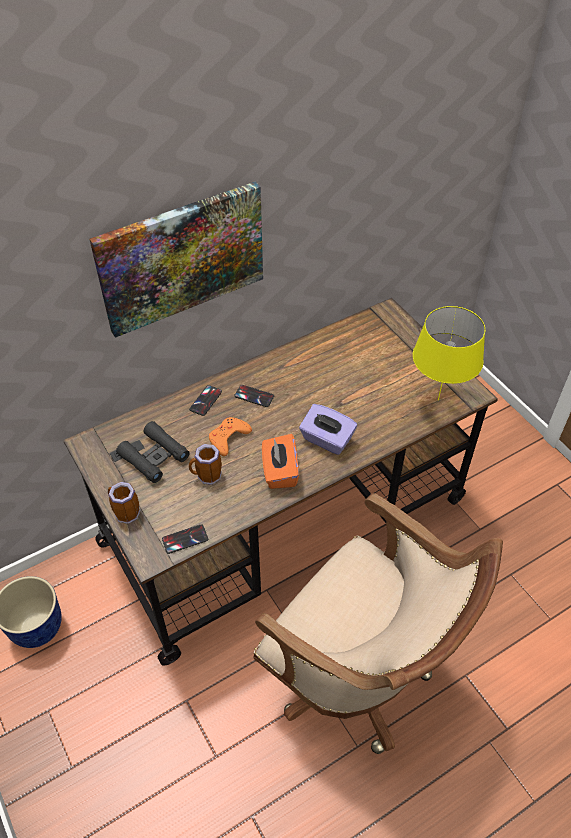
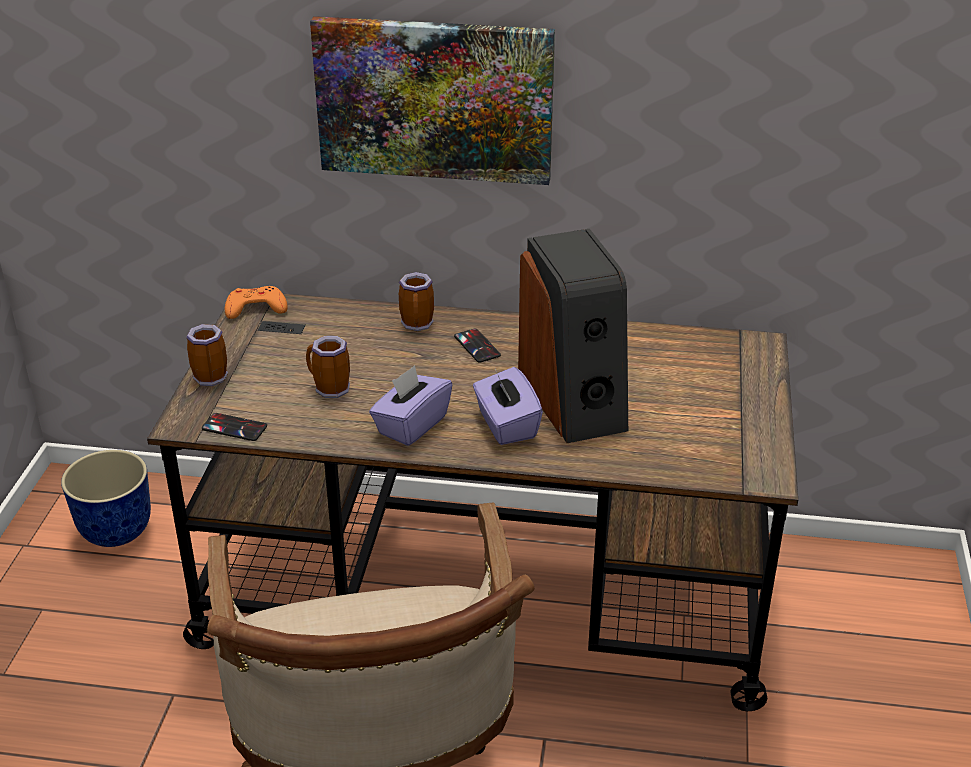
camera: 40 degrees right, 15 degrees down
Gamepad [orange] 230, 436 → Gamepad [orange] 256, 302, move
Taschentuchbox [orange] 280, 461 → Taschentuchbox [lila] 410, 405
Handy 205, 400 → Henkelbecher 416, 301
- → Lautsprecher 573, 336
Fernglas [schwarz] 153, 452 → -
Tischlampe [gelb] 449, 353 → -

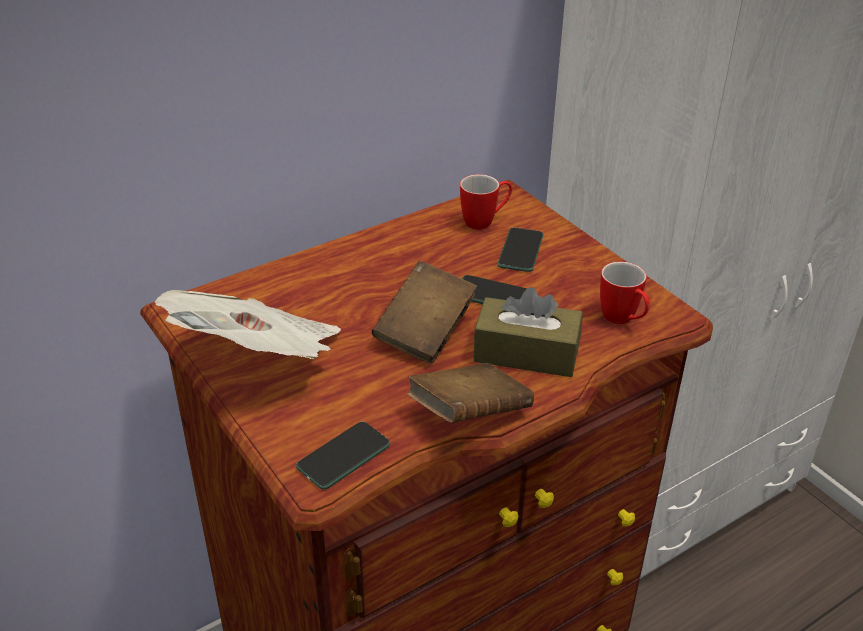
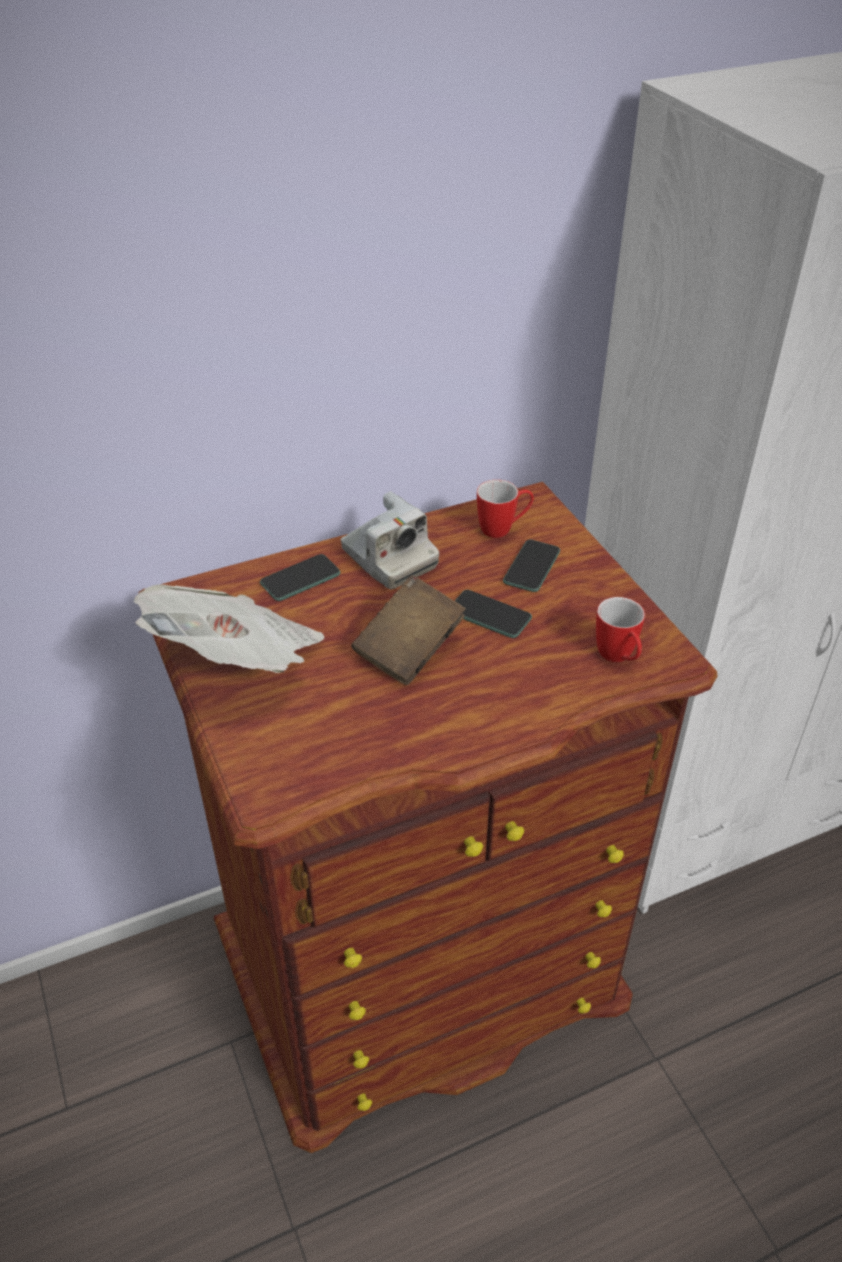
camera: 10 degrees right, 5 degrees up
Handy 343, 455 → Handy 300, 577, move
- → Kamera 390, 541
Buch [braun] 470, 393 → -
Taschentuchbox [braun] 528, 332 → -

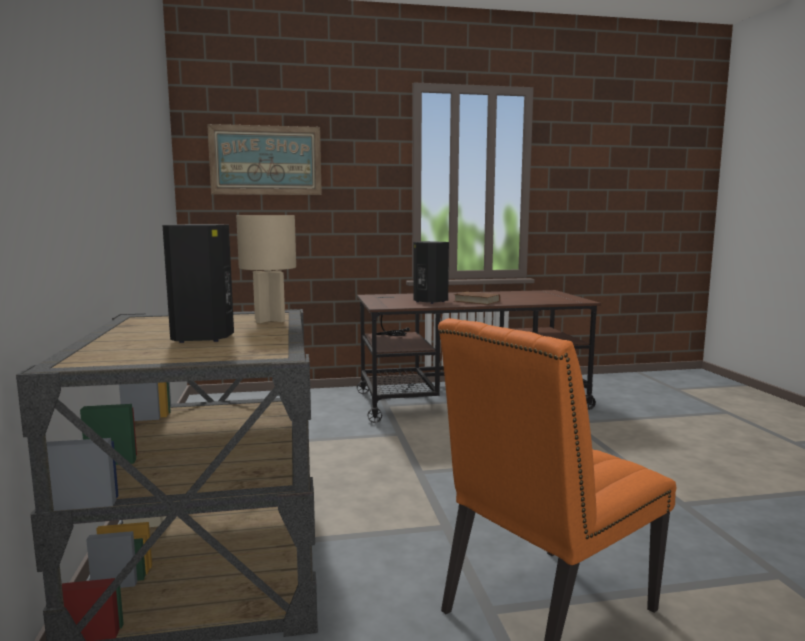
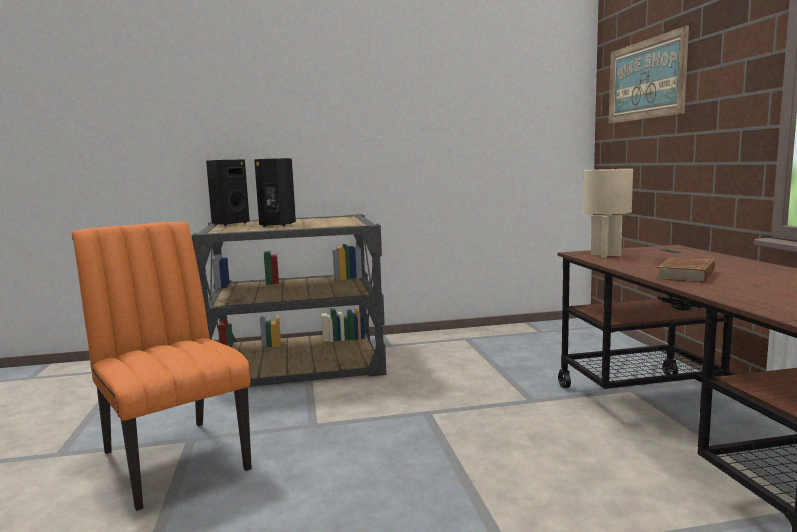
camera: 90 degrees right, 0 degrees up
Lautsprecher [schwarz] 431, 272 → Lautsprecher [schwarz] 228, 192, move
Tischlampe [beige] 266, 269 → Tischlampe [beige] 608, 213, move

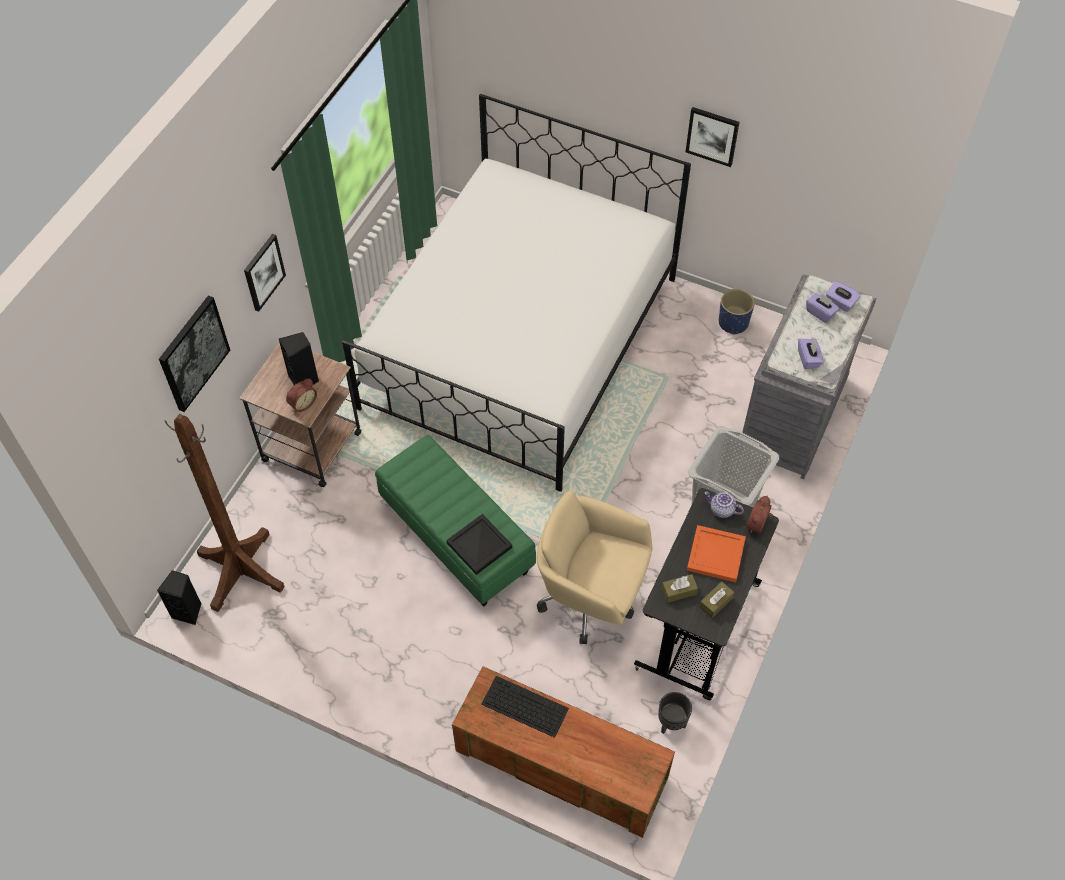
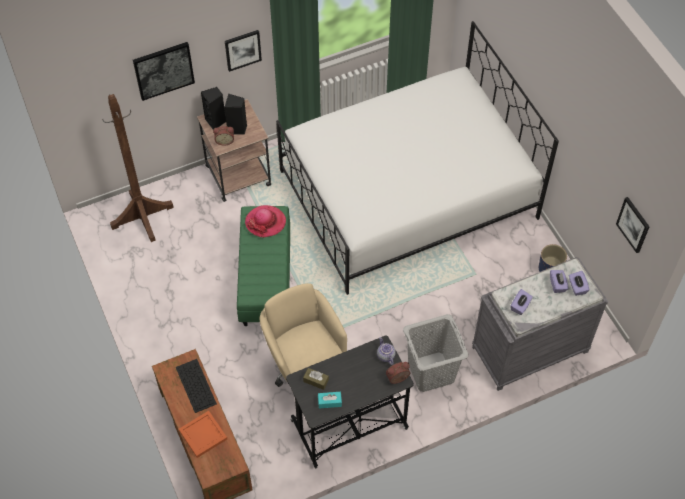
camera: 40 degrees right, 0 degrees up
Tablett [orange] 716, 553 → Tablett [orange] 203, 434, move
Lautsprecher [schwarz] 179, 597 → Lautsprecher [schwarz] 213, 108, move
- → Hut 265, 221
Taschentuchbox [braun] 716, 599 → Taschentuchbox [türkis] 330, 400
Bild 713, 137 → Bild 633, 225, move
Tablett [schwarz] 479, 544 → -
Pflanzkübel [schwarz] 675, 713 → -

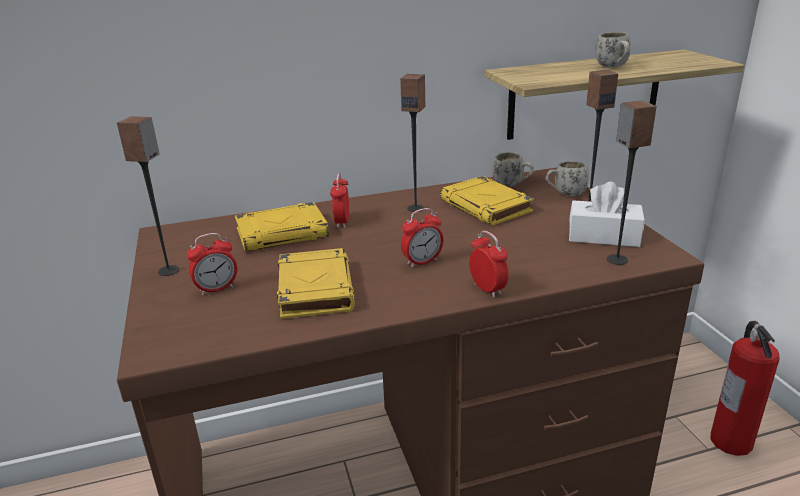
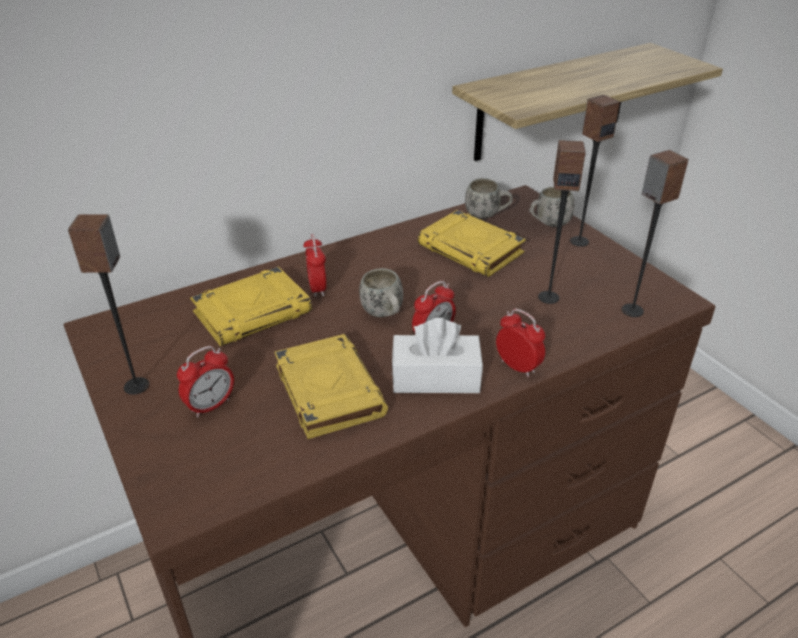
camera: 15 degrees left, 10 degrees up
Henkelbecher [weiß] 613, 50 → Henkelbecher [weiß] 381, 292, move
Taschentuchbox [weiß] 607, 214 → Taschentuchbox [weiß] 437, 355, move
Lautsprecher 412, 143 → Lautsprecher 562, 222, move
Feuerlöscher 745, 388 → -

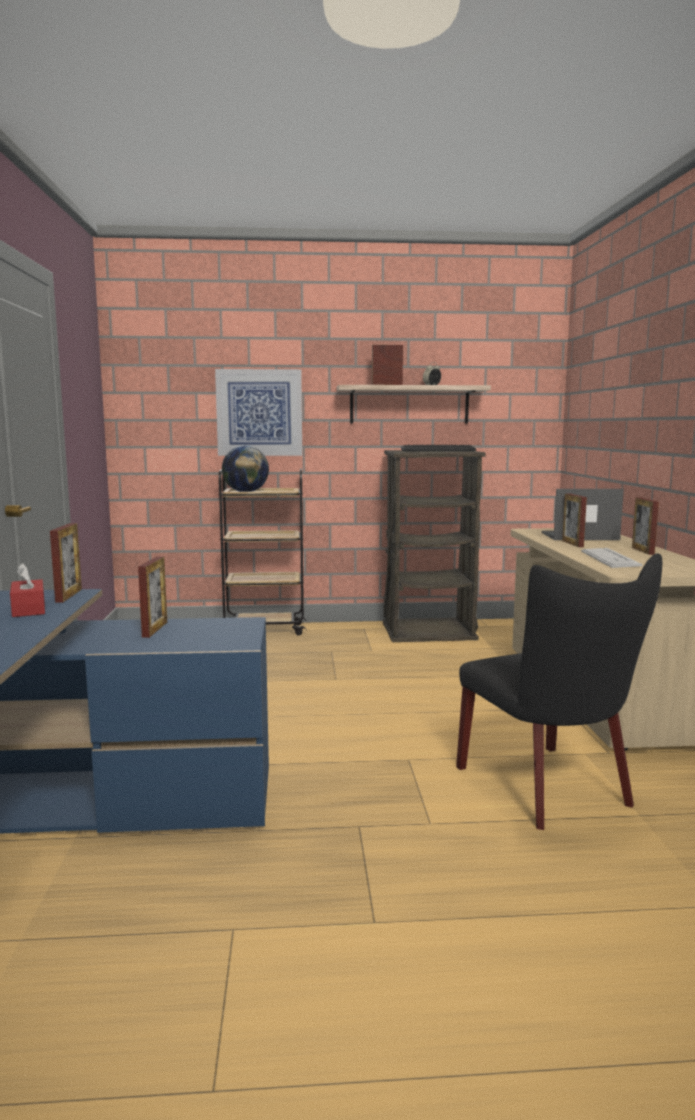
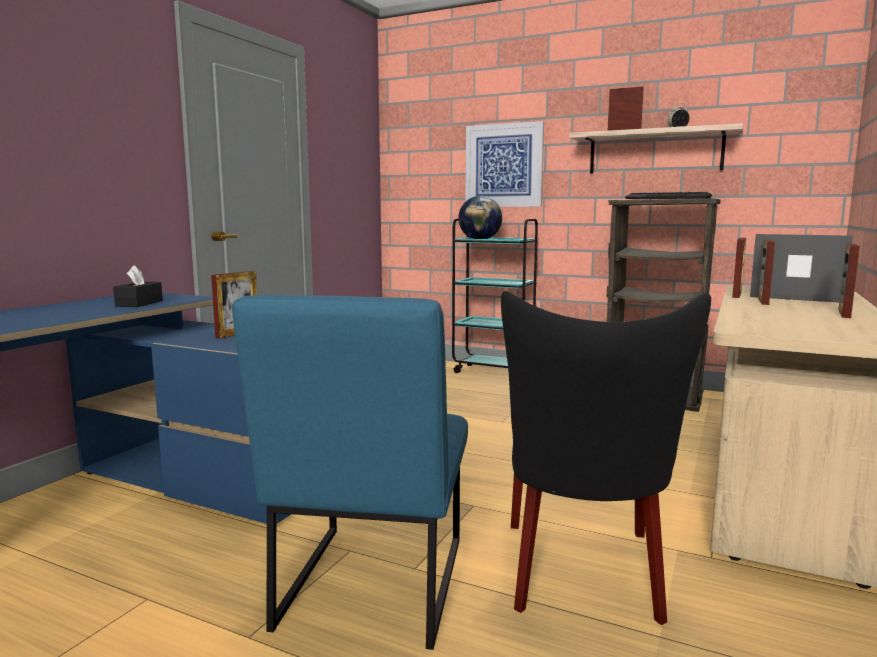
camera: 30 degrees right, 0 degrees up
Taschentuchbox [rot] 27, 590 → Taschentuchbox [schwarz] 138, 286
- → Stuhl [blau] 350, 472
Rollwagen [braun] 263, 552 → Rollwagen [türkis] 495, 296
Bilderrahmen 66, 563 → Bilderrahmen 739, 268, move
Tastatur 611, 558 → -

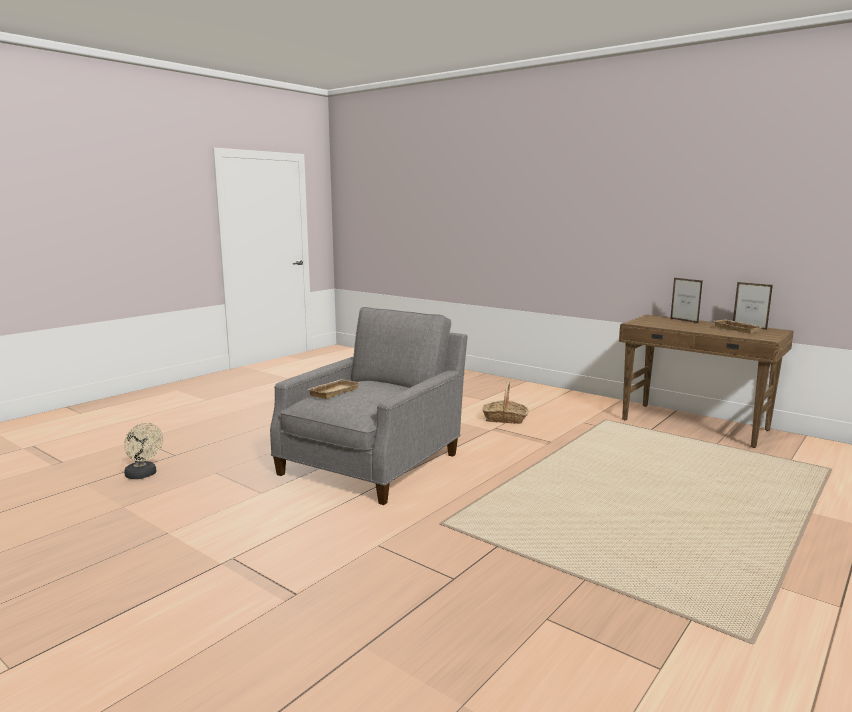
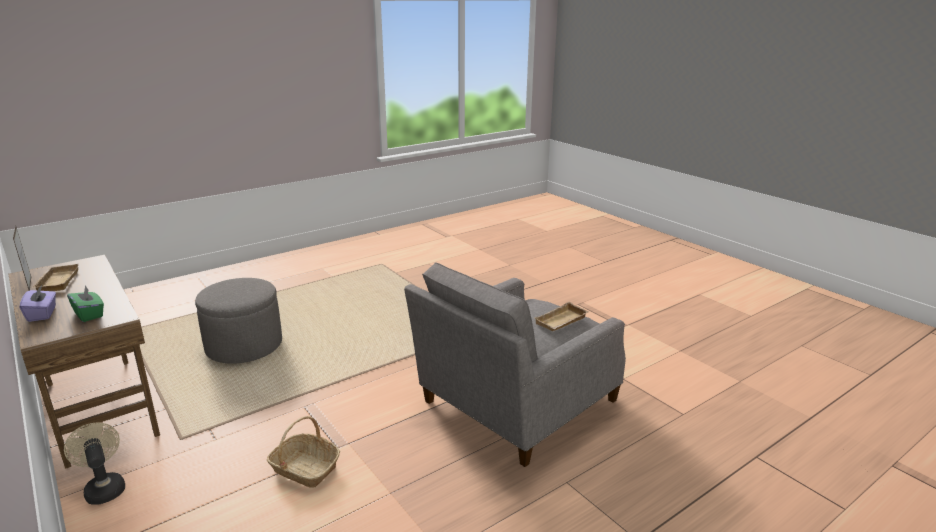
camera: 165 degrees left, 10 degrees up
Bilderrahmen 686, 300 → Taschentuchbox [lila] 38, 303
Ventilator [beige] 143, 451 → Ventilator [beige] 94, 463, move
- → Taschentuchbox [grün] 85, 303
- → Polsterhocker [grau] 238, 321

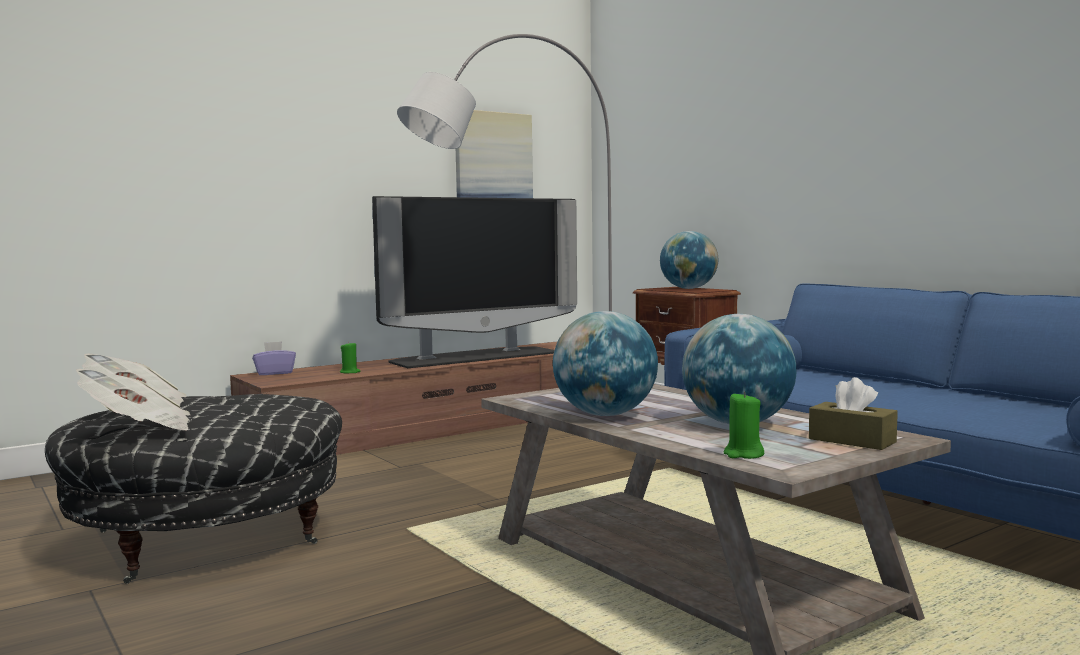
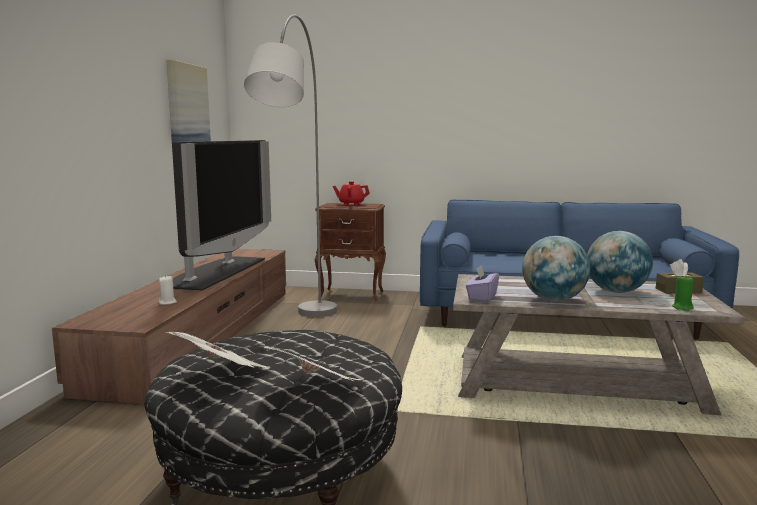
camera: 45 degrees left, 5 degrees up
Kerze [grün] 350, 357 → Kerze [weiß] 168, 290
Globus 689, 260 → Teekanne [rot] 351, 193
Taschentuchbox [lila] 274, 358 → Taschentuchbox [lila] 482, 283, move

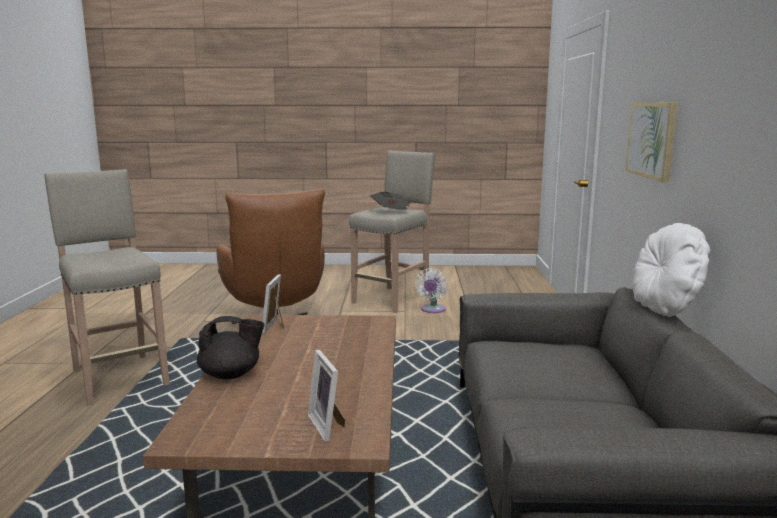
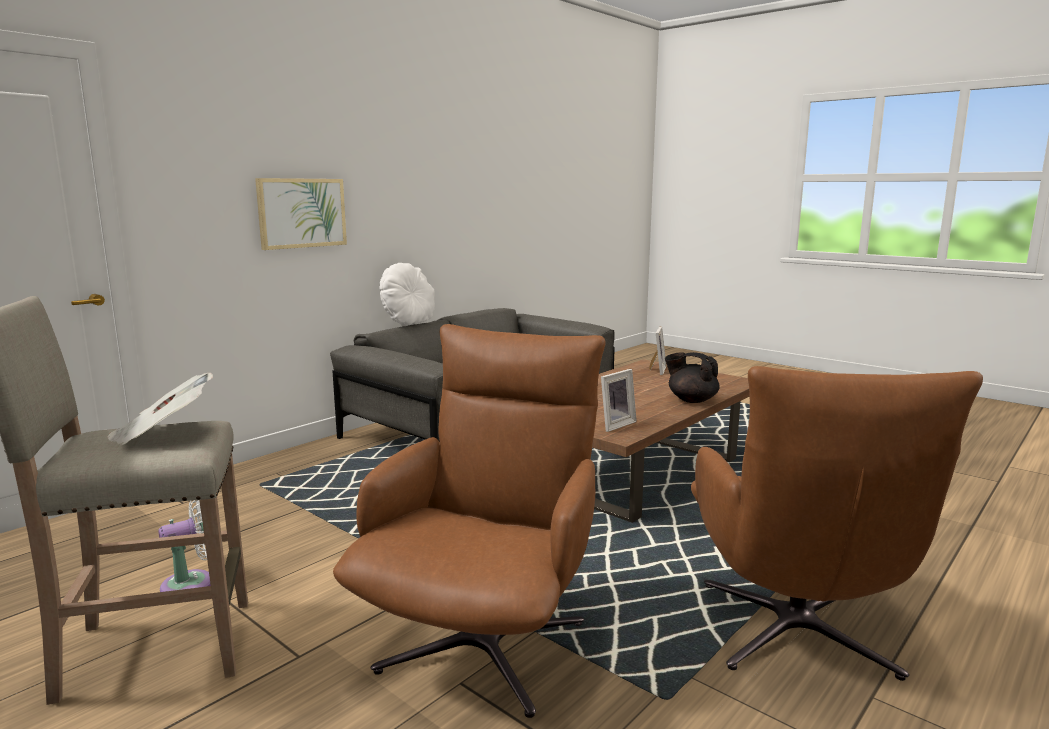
camera: 140 degrees left, 0 degrees up
Hocker [beige] 107, 287 → Sessel [braun] 837, 523

